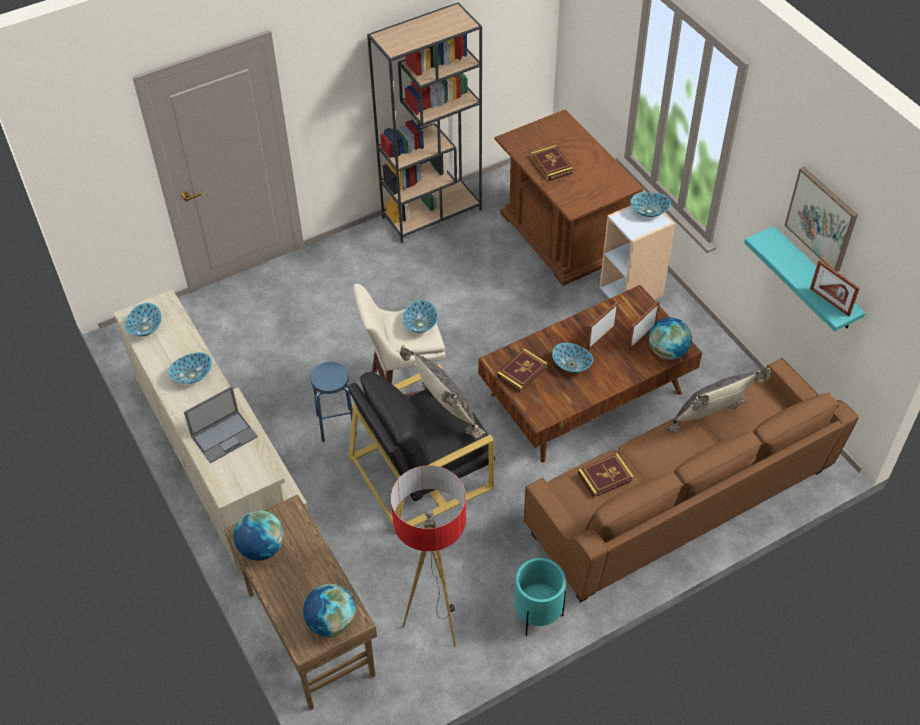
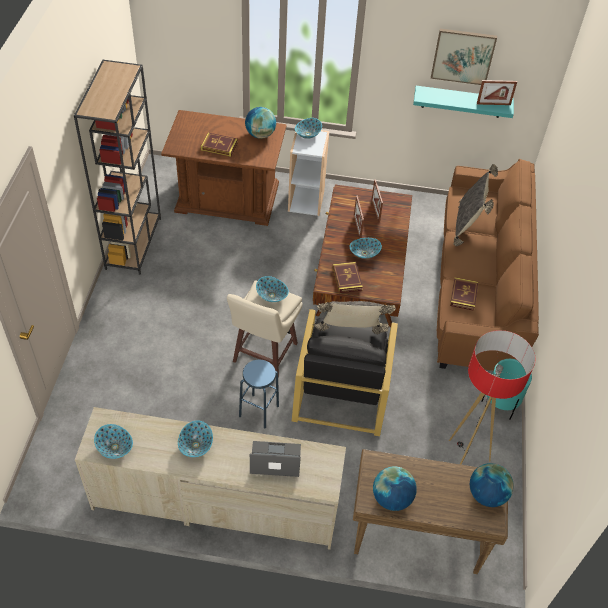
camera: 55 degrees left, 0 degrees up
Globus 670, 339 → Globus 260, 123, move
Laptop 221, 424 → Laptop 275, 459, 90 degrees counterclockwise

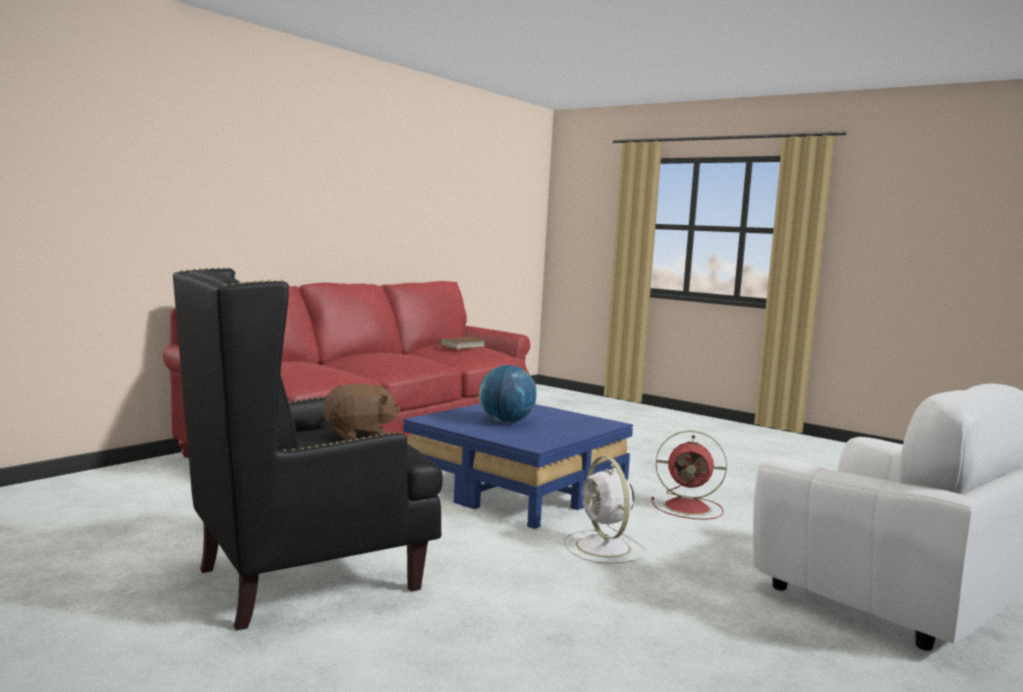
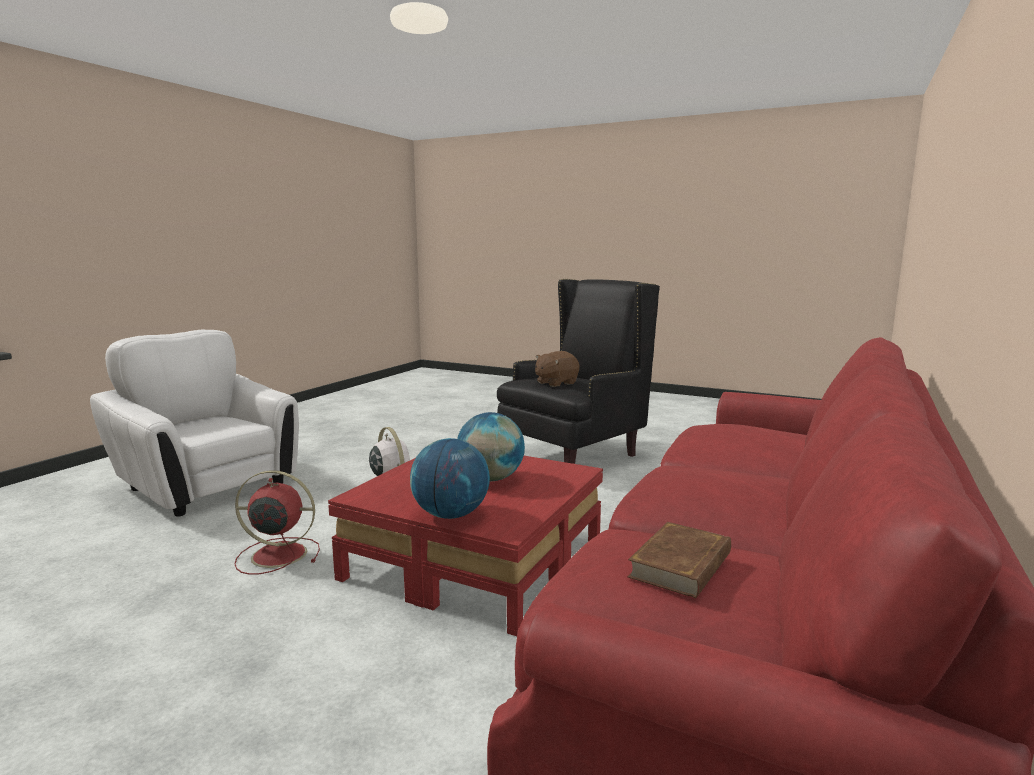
camera: 170 degrees right, 5 degrees up
Couchtisch [blau] 518, 466 → Couchtisch [rot] 465, 546
- → Globus 450, 478

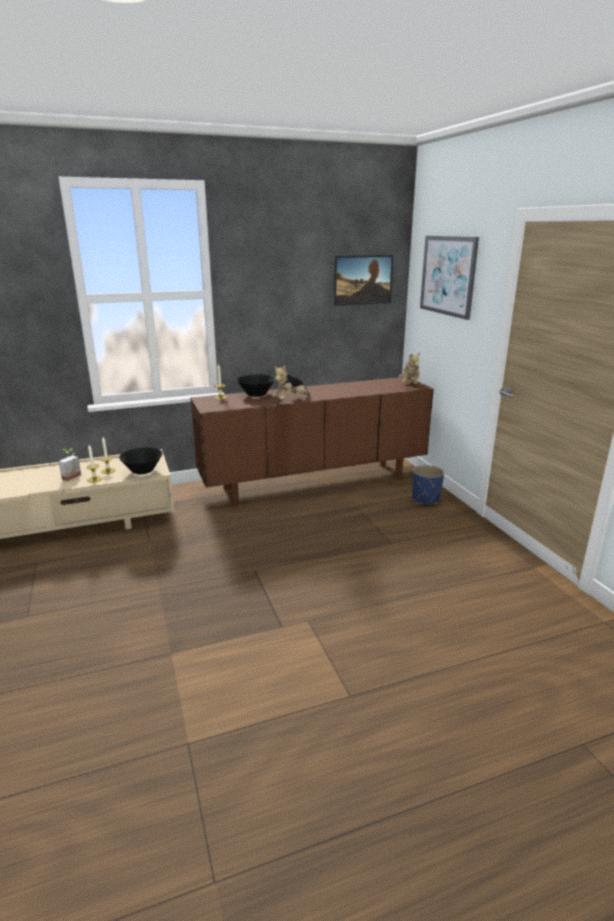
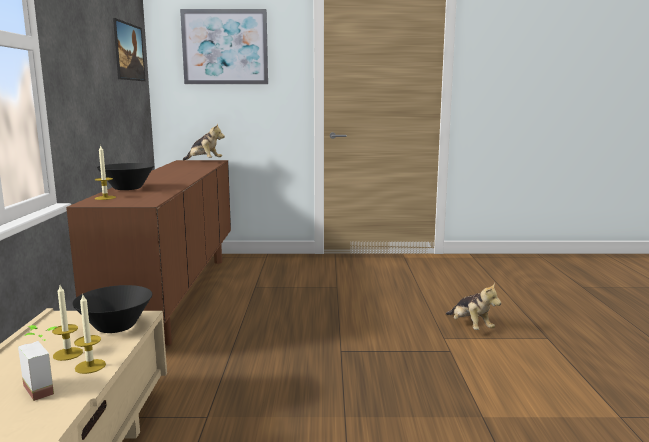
camera: 70 degrees left, 10 degrees down
Plüschtier 290, 382 → Plüschtier 473, 306, move
Pflanzkübel [blau] 428, 484 → -

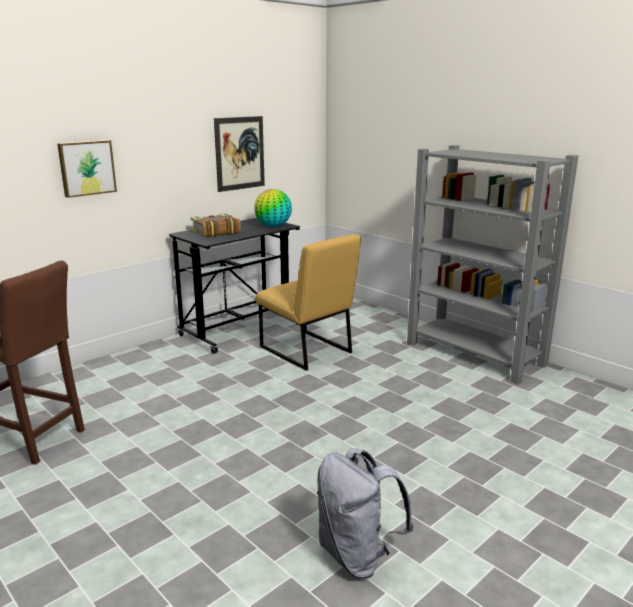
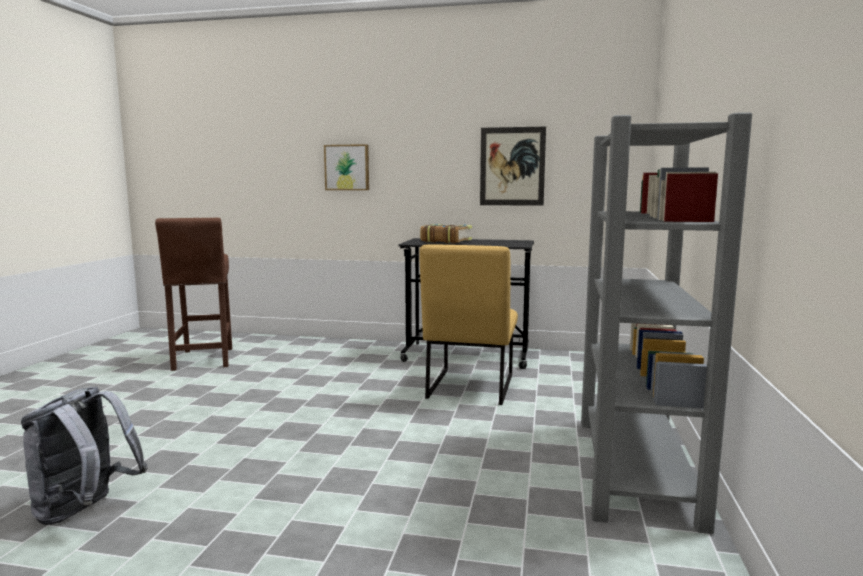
camera: 55 degrees right, 10 degrees down
Globus 273, 208 → -

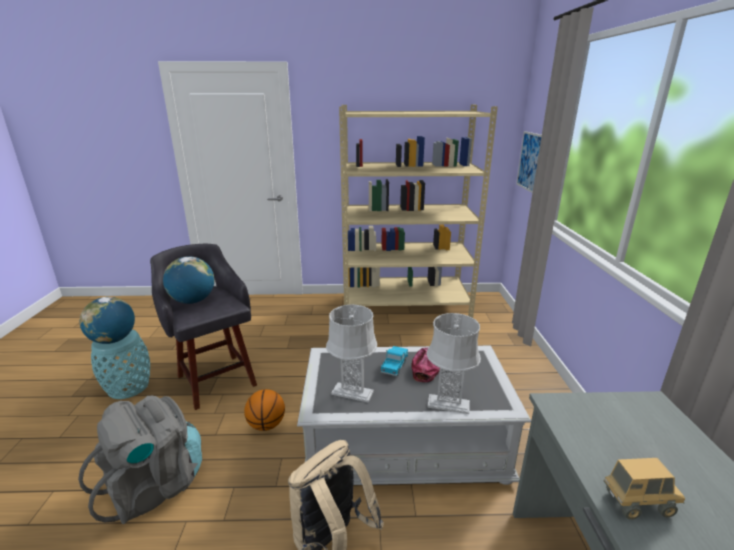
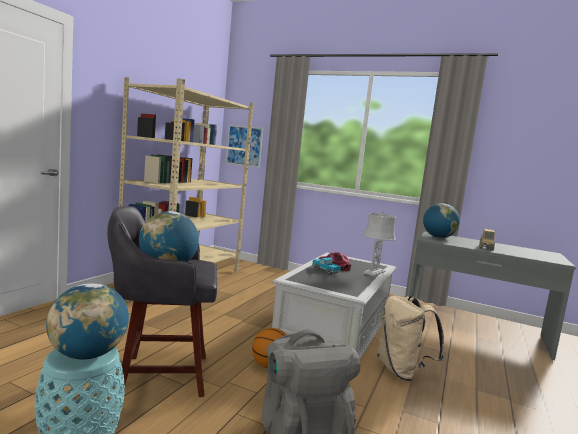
camera: 65 degrees left, 15 degrees down
- → Globus 441, 220
Tischlampe [grau] 351, 354 → -

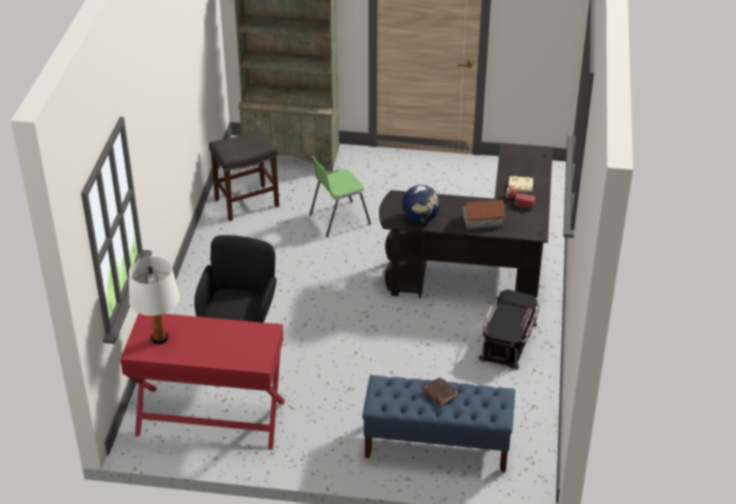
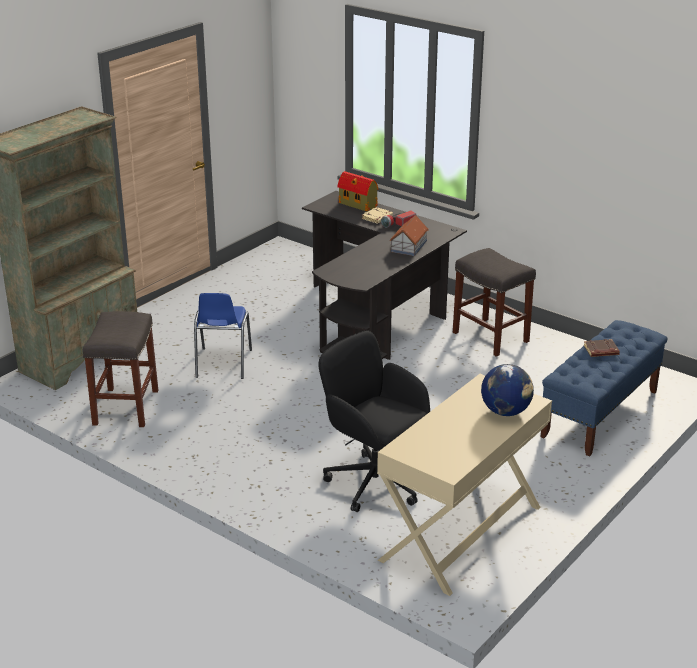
camera: 60 degrees left, 10 degrees down
Stuhl [grün] 340, 196 → Stuhl [blau] 223, 336
- → Spielzeughaus 358, 191
Schreibtisch [rot] 202, 382 → Schreibtisch [beige] 464, 485
Aufbewahrungsbox [schwarz] 509, 330 → Hocker [grau] 494, 302
Globus 421, 204 → Globus 507, 390, move
Tischlampe [weiß] 154, 300 → -

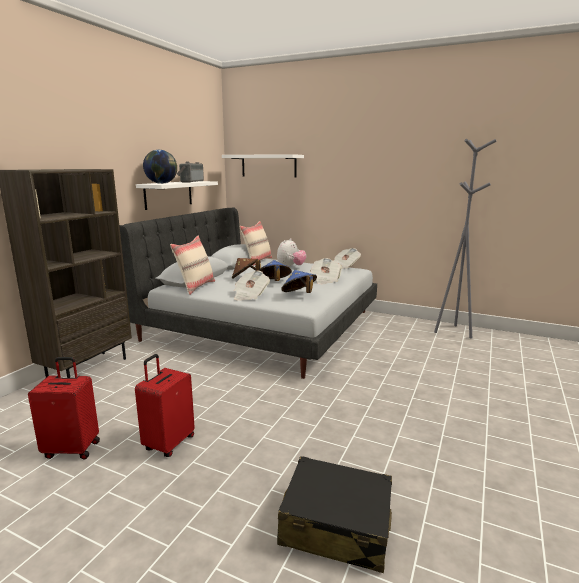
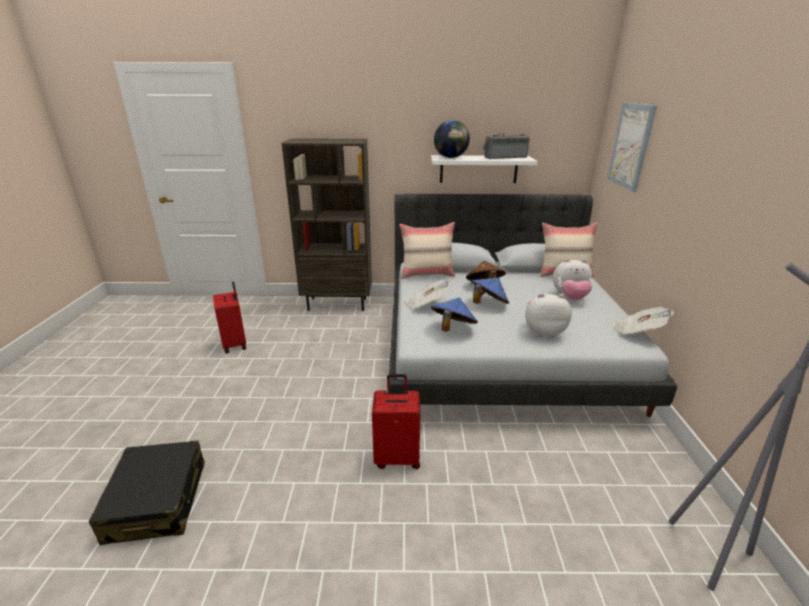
camera: 65 degrees right, 10 degrees up
Koffer [rot] 165, 405 → Koffer [rot] 396, 421, move
Zeitung 326, 271 → Plüschtier 548, 315
Wandregal [weiß] 263, 166 → Bild 632, 147

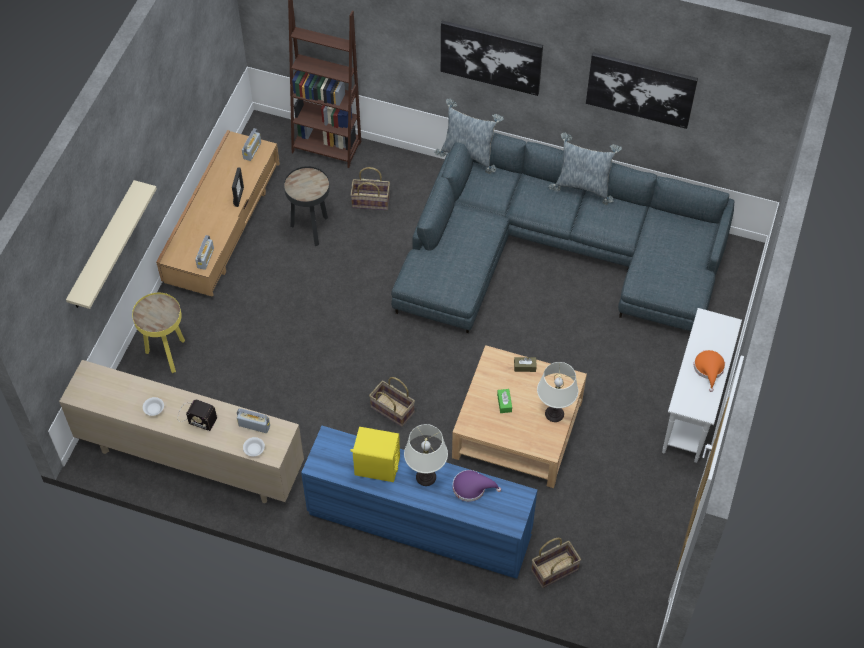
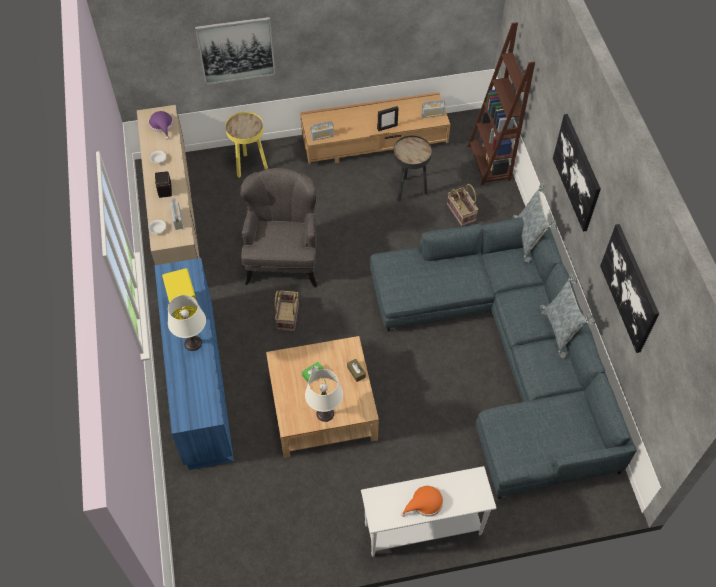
camera: 60 degrees right, 0 degrees up
Hut [lila] 477, 486 → Hut [lila] 161, 125, move
Wandregal [beige] 111, 244 → Bild 235, 51
- → Sessel [grau] 278, 227
Korb 556, 562 → -

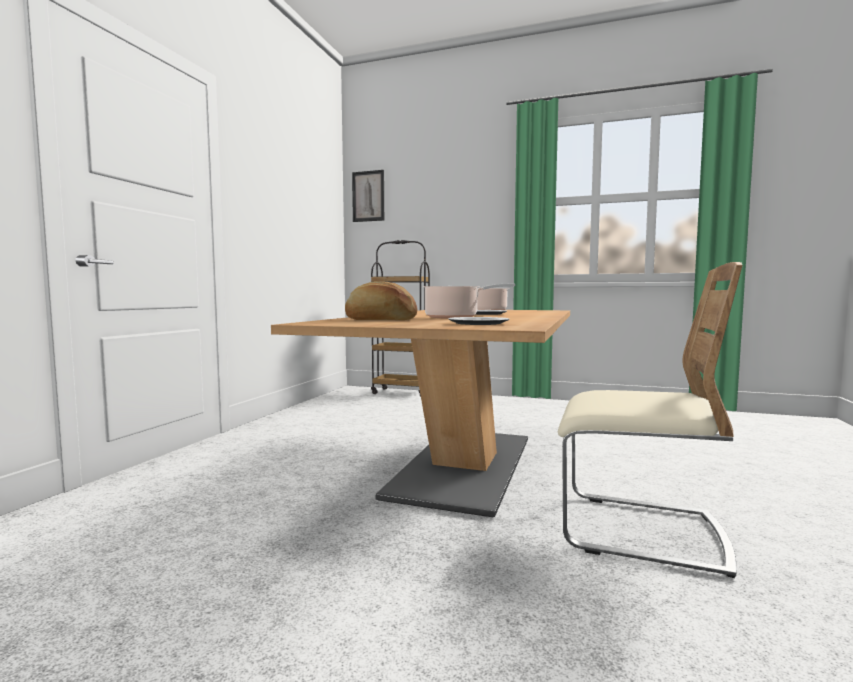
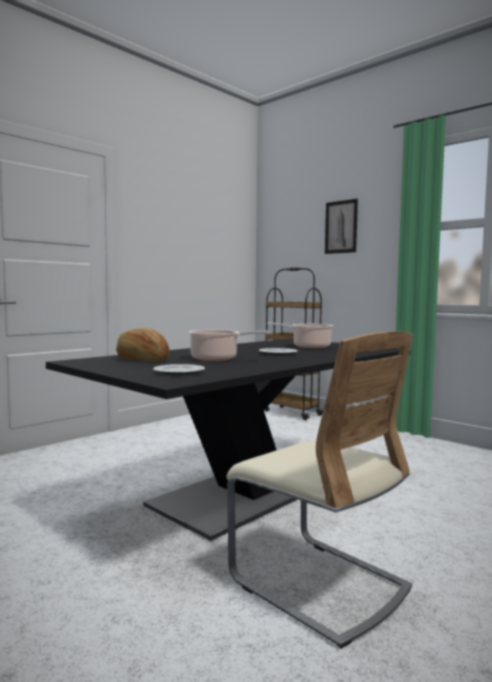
camera: 25 degrees right, 0 degrees up
Esstisch [beige] 420, 413 → Esstisch [schwarz] 228, 440
Bild 368, 196 → Bild 341, 226, move

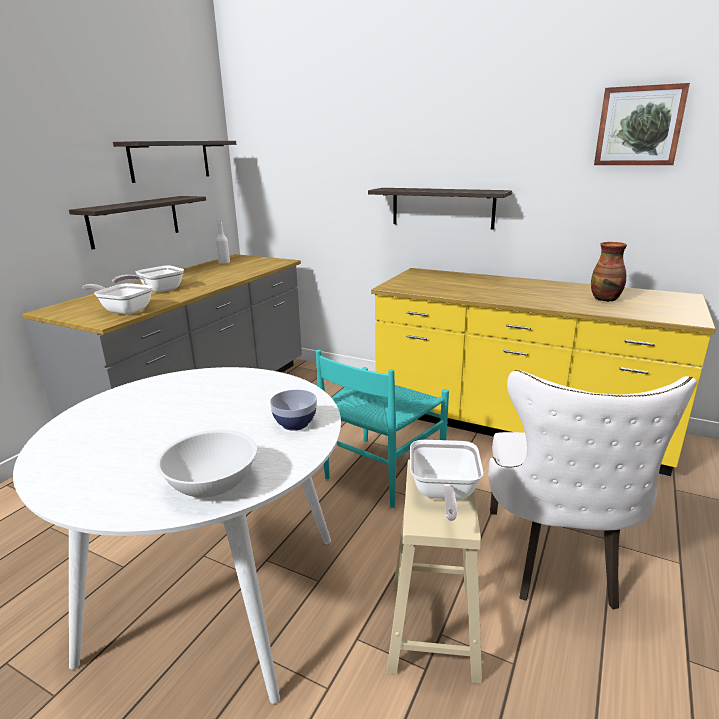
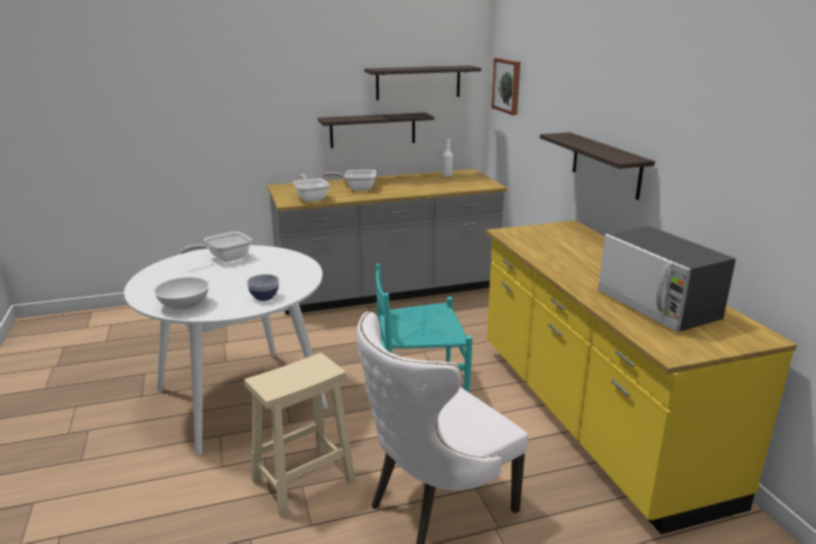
camera: 45 degrees right, 0 degrees up
Pfanne 446, 480 → Pfanne 216, 246, move
Bild 642, 124 → Bild 505, 86, move
Vase 609, 272 → Mikrowelle 666, 279

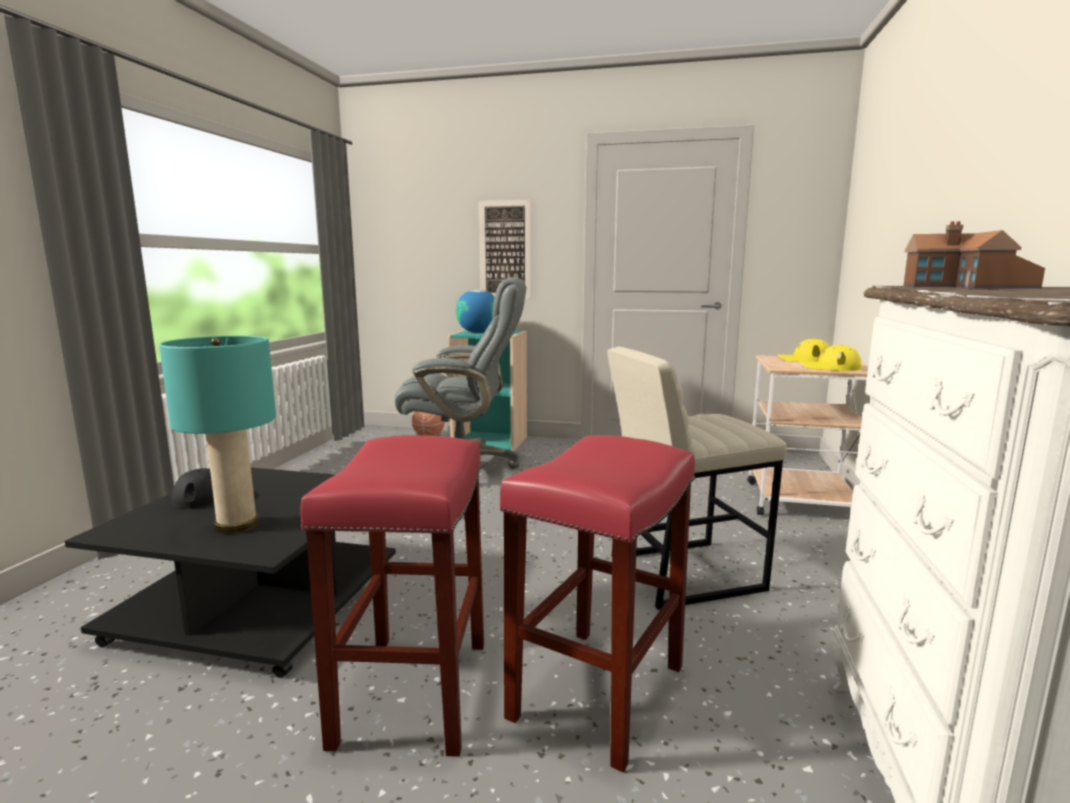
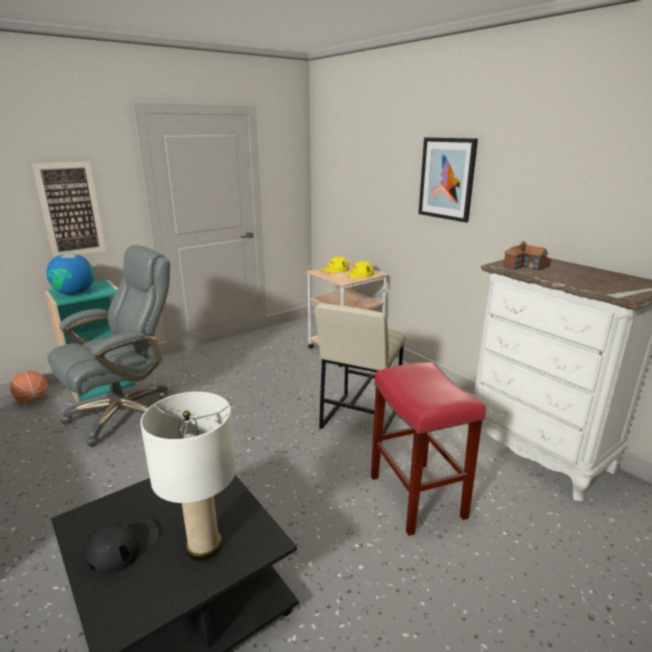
camera: 50 degrees left, 10 degrees up
Tischlampe [türkis] 217, 435 → Tischlampe [weiß] 188, 476
- → Bild 448, 180
Hocker [rot] 392, 596 → -

